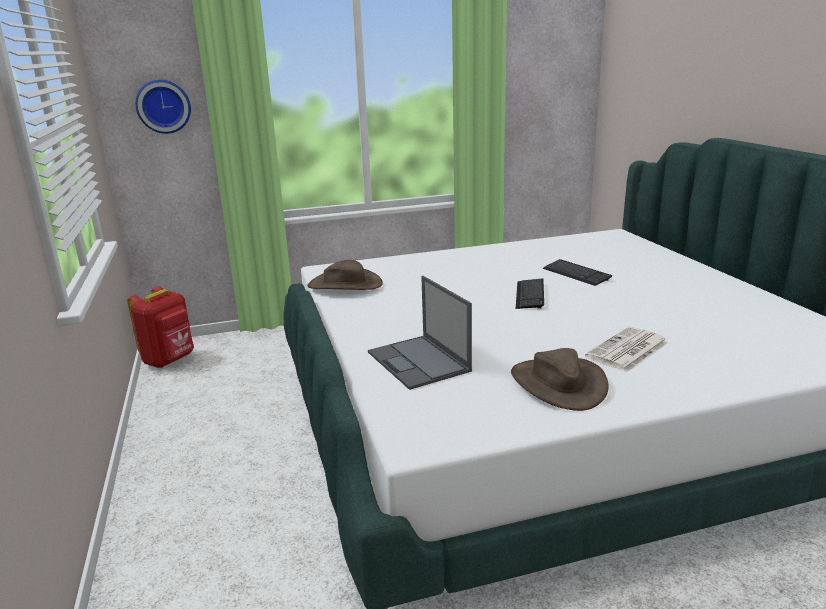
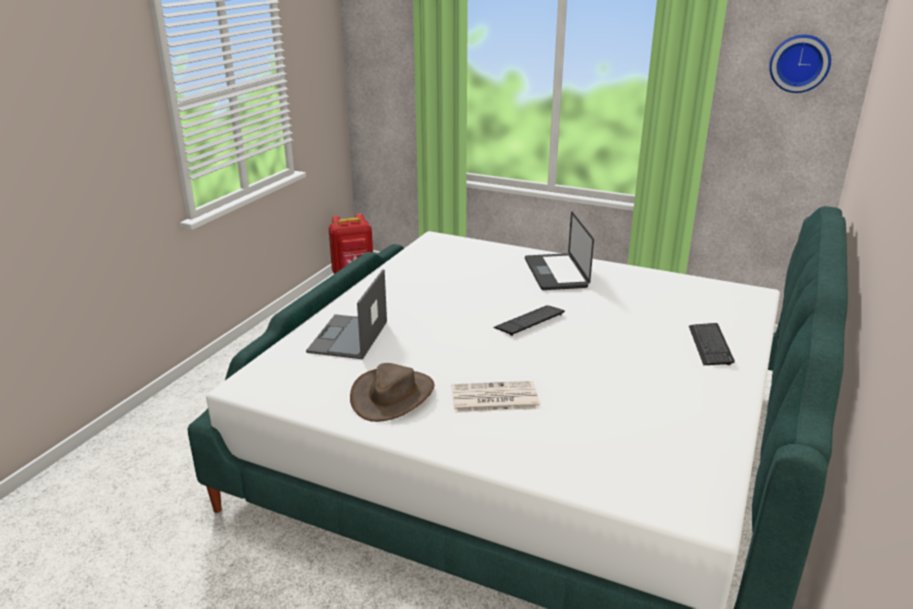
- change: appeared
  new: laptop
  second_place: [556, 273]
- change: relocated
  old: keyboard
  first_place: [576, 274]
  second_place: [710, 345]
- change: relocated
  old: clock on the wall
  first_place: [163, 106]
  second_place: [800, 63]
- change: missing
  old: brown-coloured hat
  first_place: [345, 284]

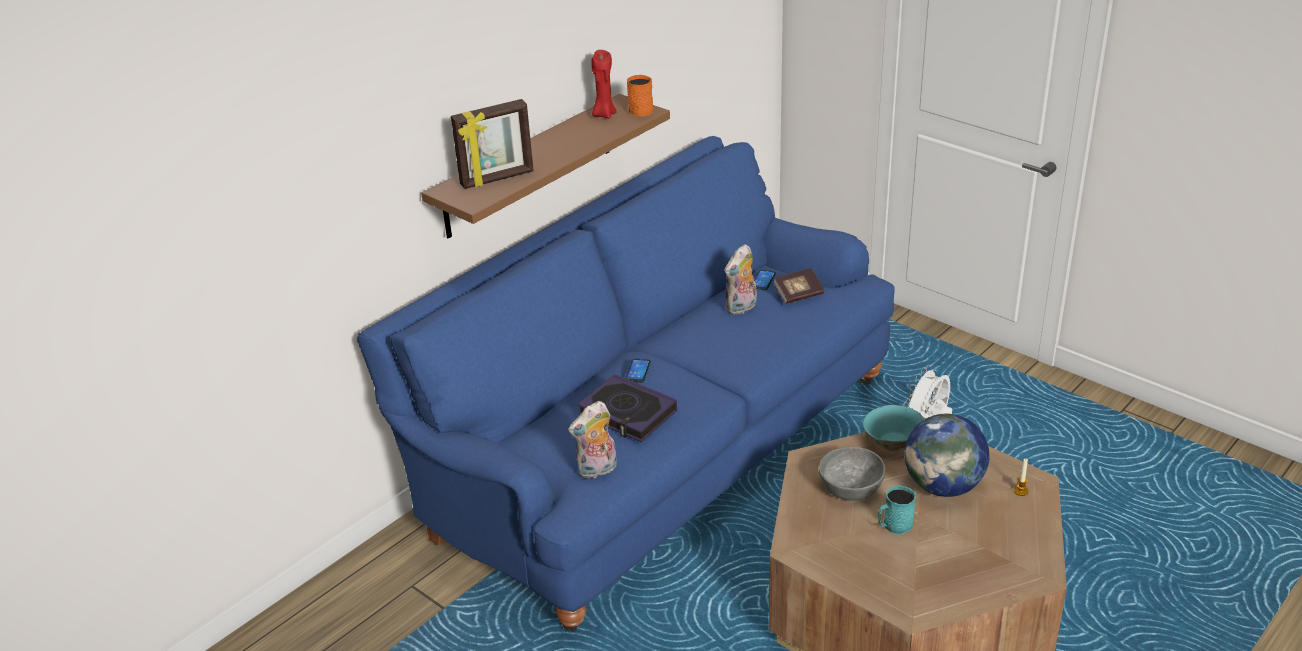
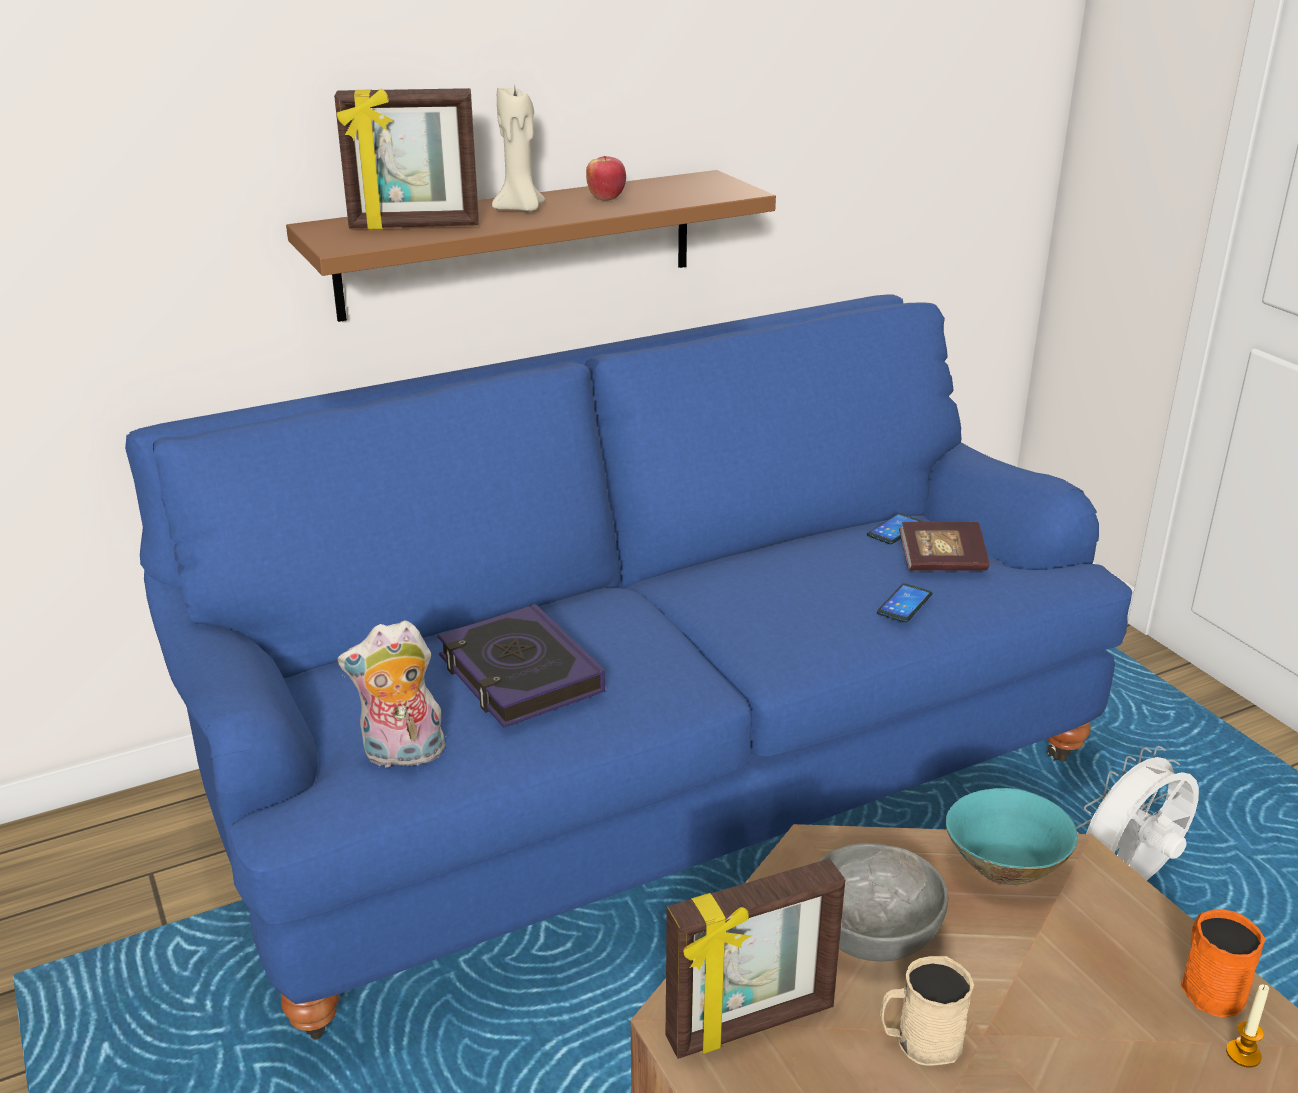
- change: appeared
  new: sand-coloured wax candle
  second_place: [521, 209]
- change: appeared
  new: apple fruit
  second_place: [606, 198]
- change: appeared
  new: picture frame
  second_place: [751, 1025]
- change: relocated
  old: phone
  first_place: [638, 371]
  second_place: [904, 604]
- change: colour
  old: turquoise tea mug
  new: sand-coloured tea mug
  first_place: [894, 526]
  second_place: [920, 1041]
- change: relocated
  old: orange tea mug
  first_place: [638, 109]
  second_place: [1208, 985]
- change: missing
  old: reddish wax candle
  first_place: [604, 115]
- change: missing
  old: cuddly toy
  first_place: [741, 308]
- change: missing
  old: globe
  first_place: [943, 486]

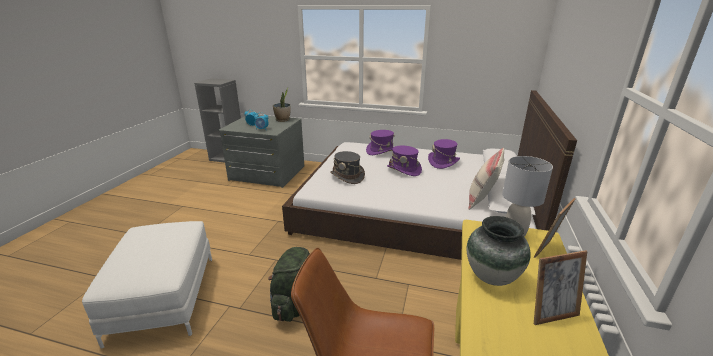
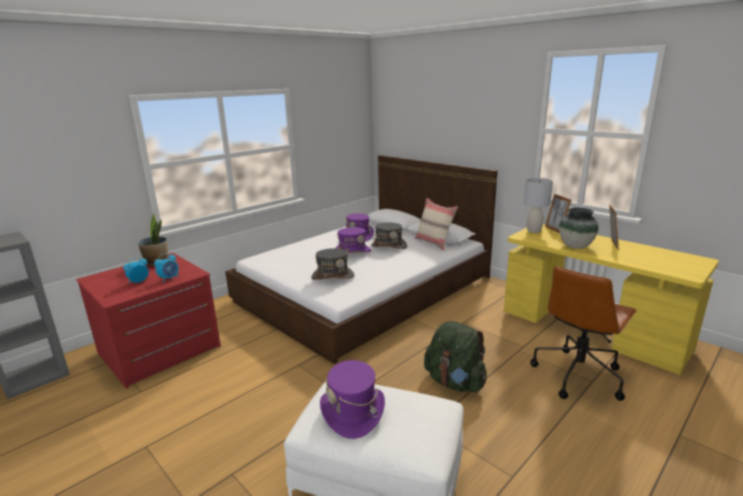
- change: colour
  old: grey dresser
  new: reddish dresser
  first_place: [267, 173]
  second_place: [160, 350]
- change: relocated
  old: purple-coloured hat
  first_place: [381, 151]
  second_place: [353, 412]
- change: appeared
  new: grey hat
  second_place: [389, 246]

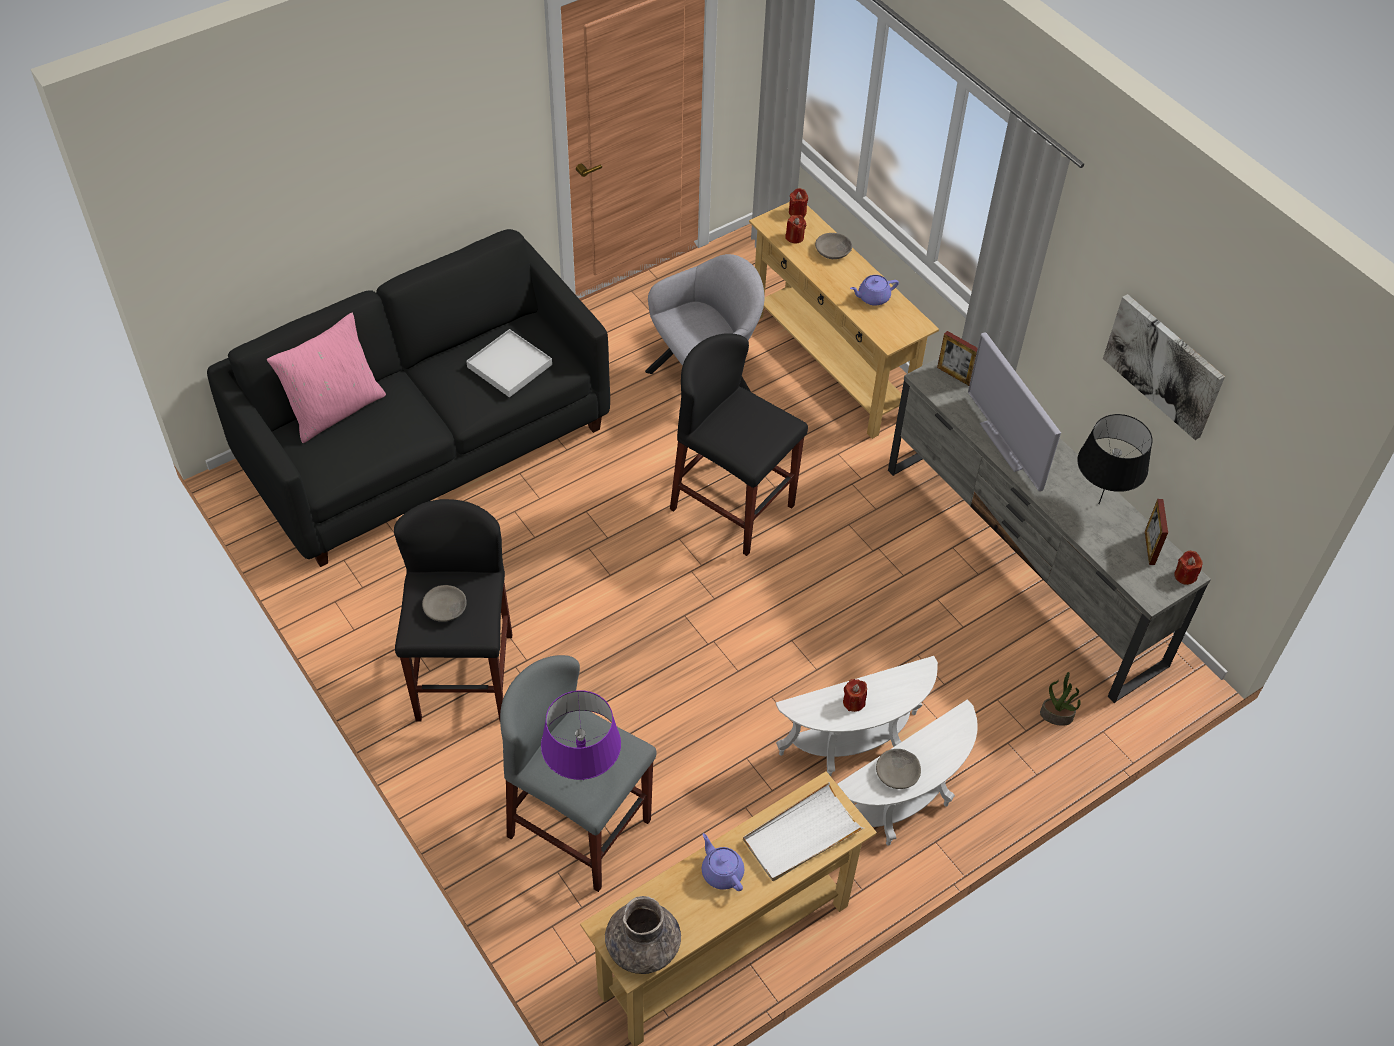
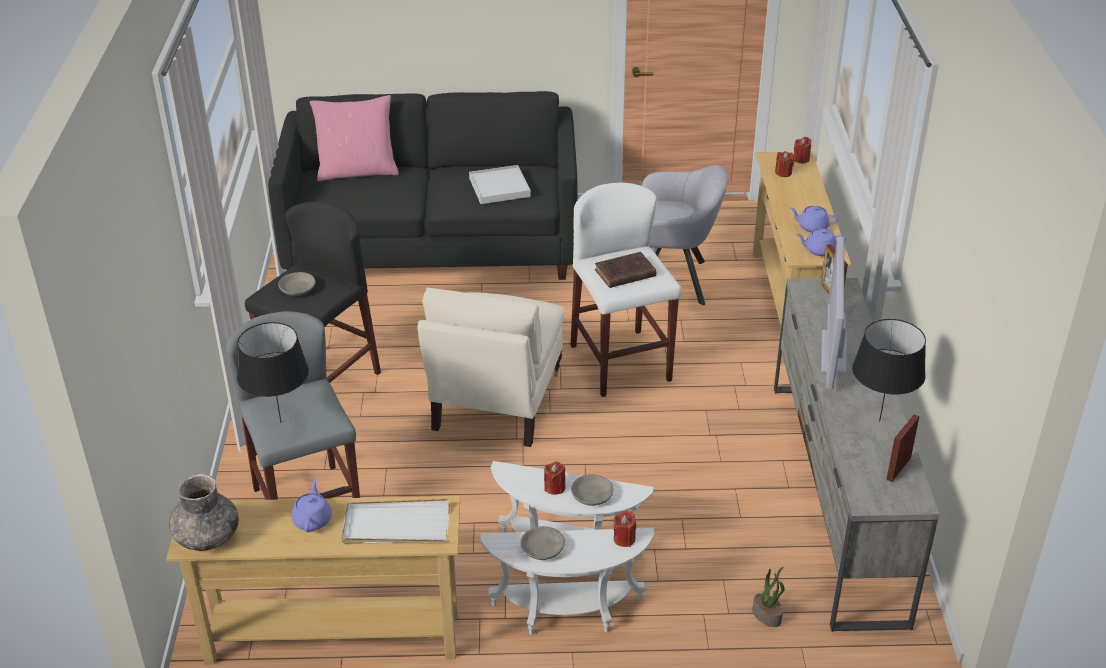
- change: colour
  old: purple-coloured lamp for a table
  new: blackish lamp for a table
  first_place: [583, 780]
  second_place: [280, 422]
- change: appeared
  new: sand-coloured armchair
  second_place: [495, 403]
- change: colour
  old: blackish sitting stool
  new: white sitting stool
  first_place: [732, 507]
  second_place: [620, 363]
- change: relocated
  old: grey serving bowl
  first_place: [833, 251]
  second_place: [592, 496]
- change: appeared
  new: brown-coloured book
  second_place: [623, 273]
- change: relocated
  old: reddish wax candle
  first_place: [1185, 576]
  second_place: [624, 539]
- change: appeared
  new: purple-coloured pot for tea
  second_place: [819, 250]
- change: missing
  old: wall picture
  first_place: [1164, 365]

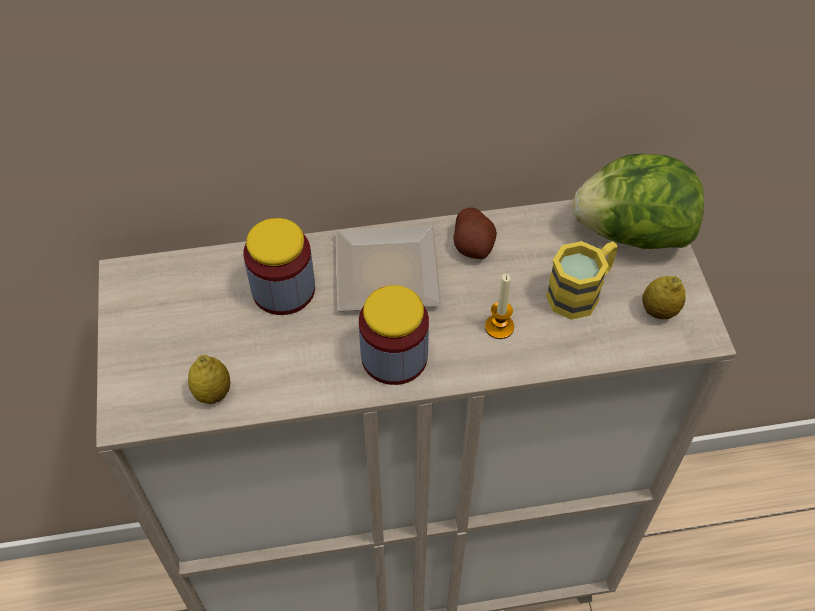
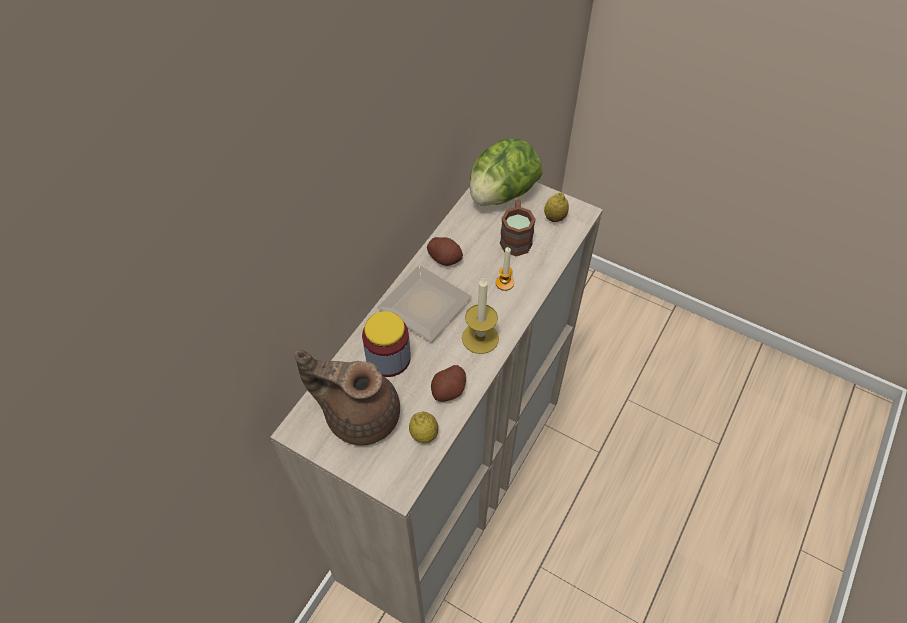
- change: appeared
  new: brown-coloured pot for tea
  second_place: [359, 414]
- change: appeared
  new: whole potato
  second_place: [448, 390]
- change: exchanged
  old: preserve jar
  new: wax candle
  first_place: [394, 357]
  second_place: [480, 338]
- change: colour
  old: yellow tea mug
  new: brown-coloured tea mug
  first_place: [581, 292]
  second_place: [516, 237]

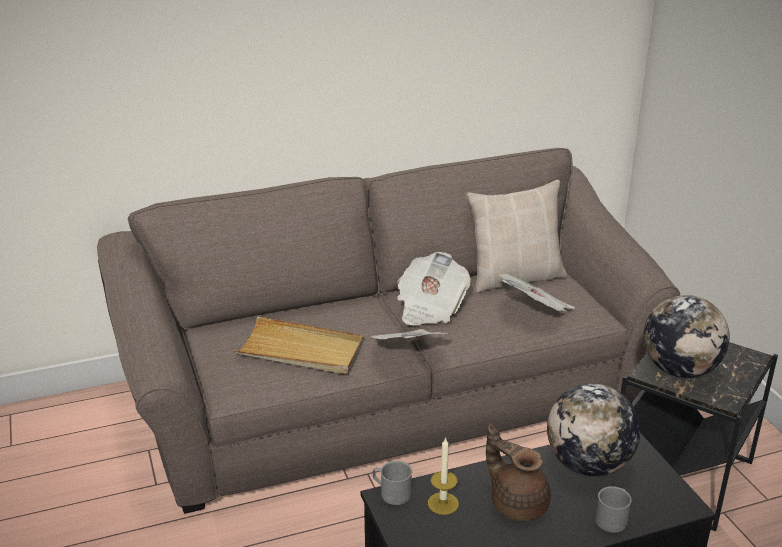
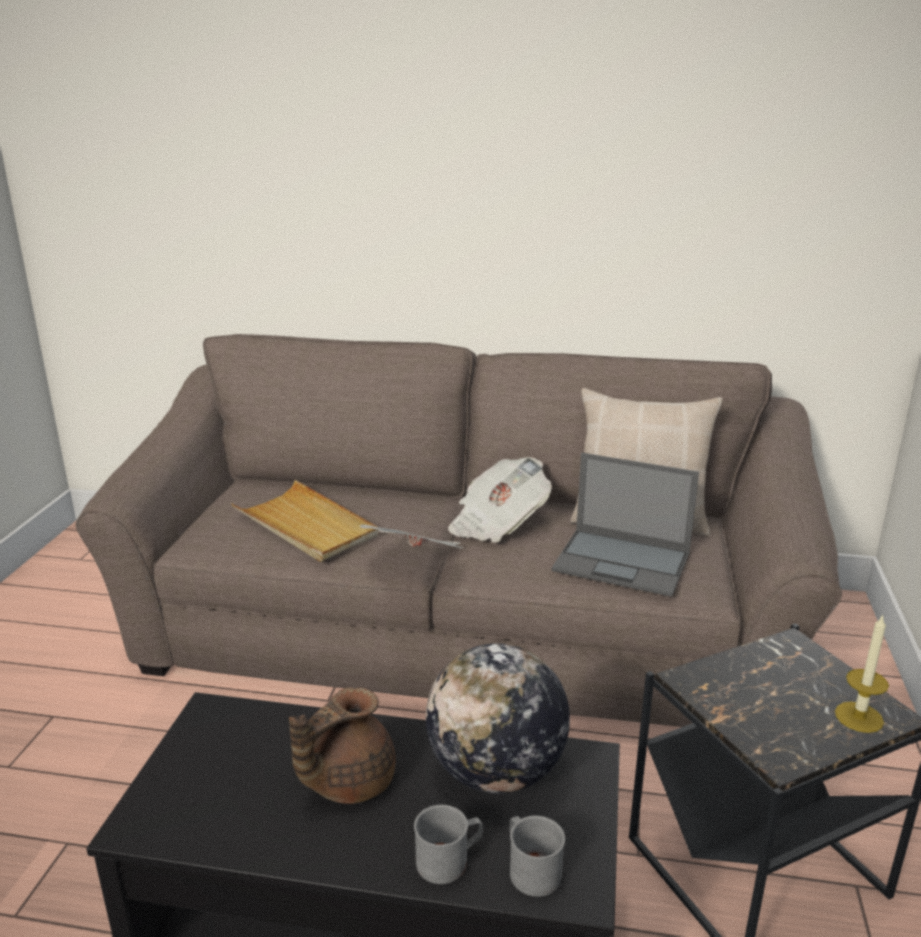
- change: spun
  old: brown-coloured pot for tea
  first_place: [517, 503]
  second_place: [347, 782]
  degrees: -120
- change: relocated
  old: grey tea mug
  first_place: [391, 492]
  second_place: [530, 868]
- change: exchanged
  old: newspaper
  new: laptop
  first_place: [536, 311]
  second_place: [623, 562]
- change: relocated
  old: wax candle
  first_place: [443, 503]
  second_place: [859, 717]
- change: missing
  old: globe
  first_place: [680, 370]

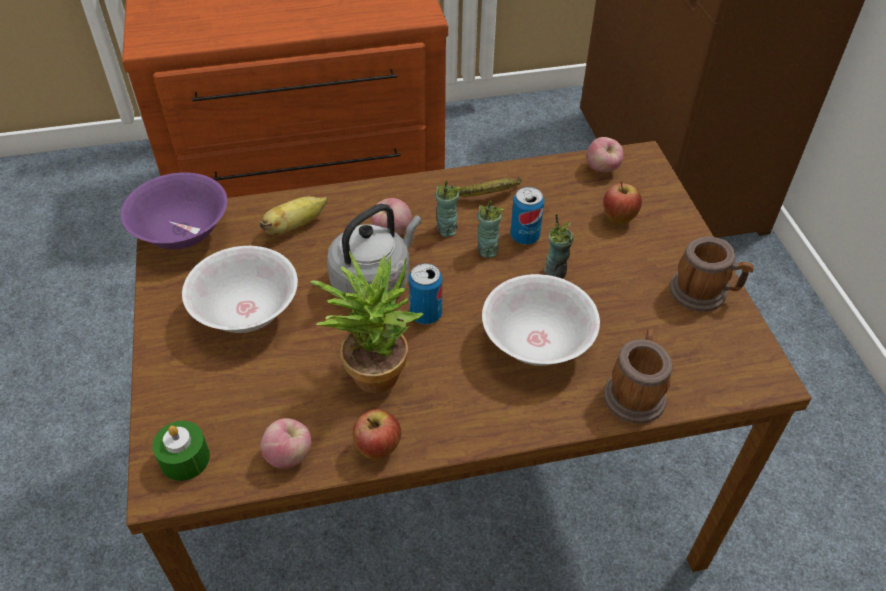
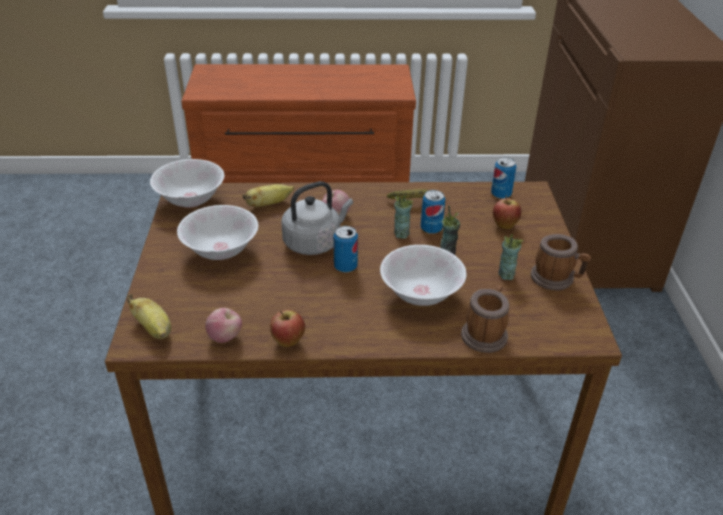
- change: exchanged
  old: greenish wax candle
  new: whole banana
  first_place: [185, 459]
  second_place: [154, 329]
- change: colour
  old: purple-coloured serving bowl
  new: white serving bowl
  first_place: [182, 234]
  second_place: [190, 200]
- change: exchanged
  old: apple fruit
  new: can
  first_place: [602, 169]
  second_place: [501, 194]
- change: relocated
  old: drinking cup
  first_place: [446, 229]
  second_place: [506, 274]
- change: missing
  old: houseplant
  first_place: [373, 367]

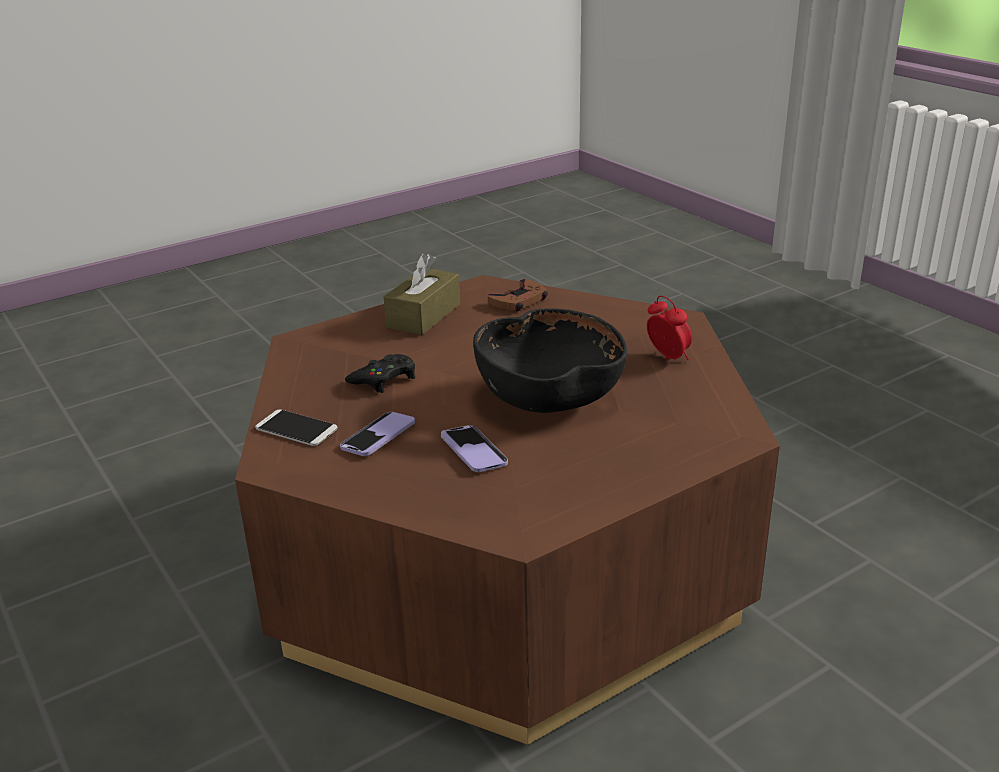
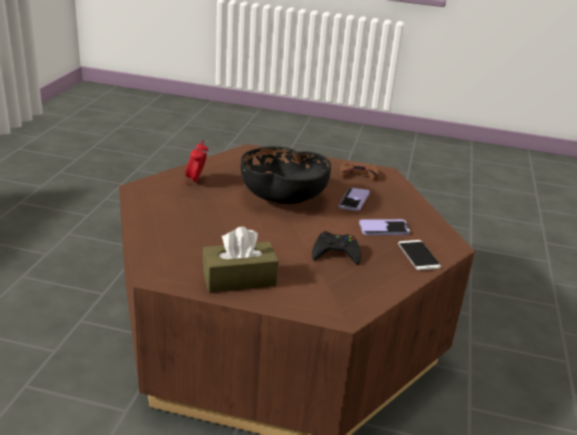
- change: relocated
  old: brown-coloured joypad
  first_place: [519, 301]
  second_place: [358, 174]

